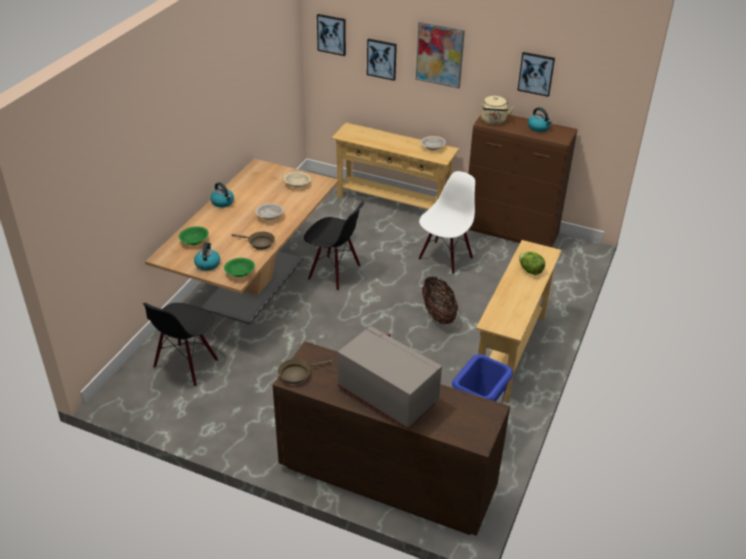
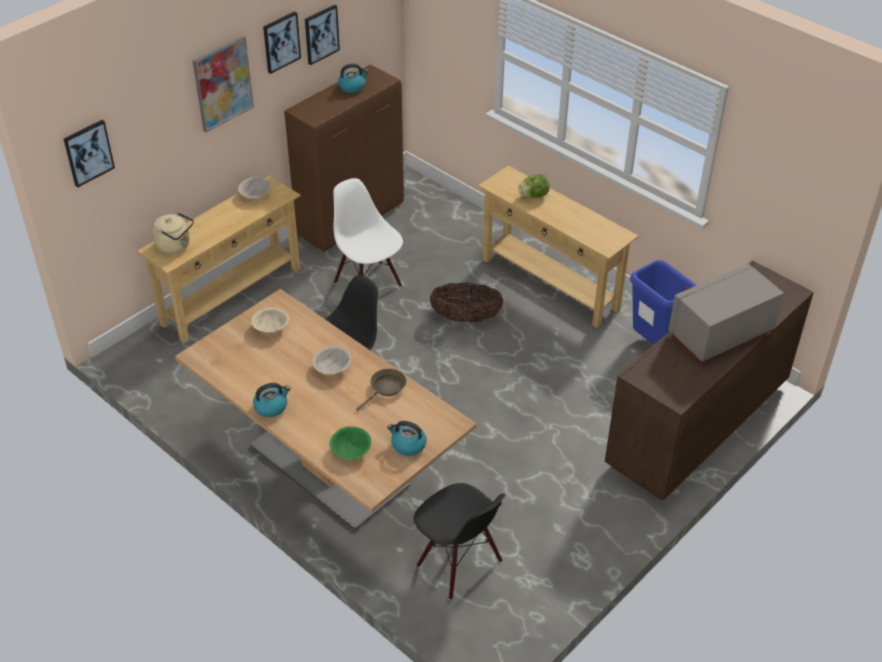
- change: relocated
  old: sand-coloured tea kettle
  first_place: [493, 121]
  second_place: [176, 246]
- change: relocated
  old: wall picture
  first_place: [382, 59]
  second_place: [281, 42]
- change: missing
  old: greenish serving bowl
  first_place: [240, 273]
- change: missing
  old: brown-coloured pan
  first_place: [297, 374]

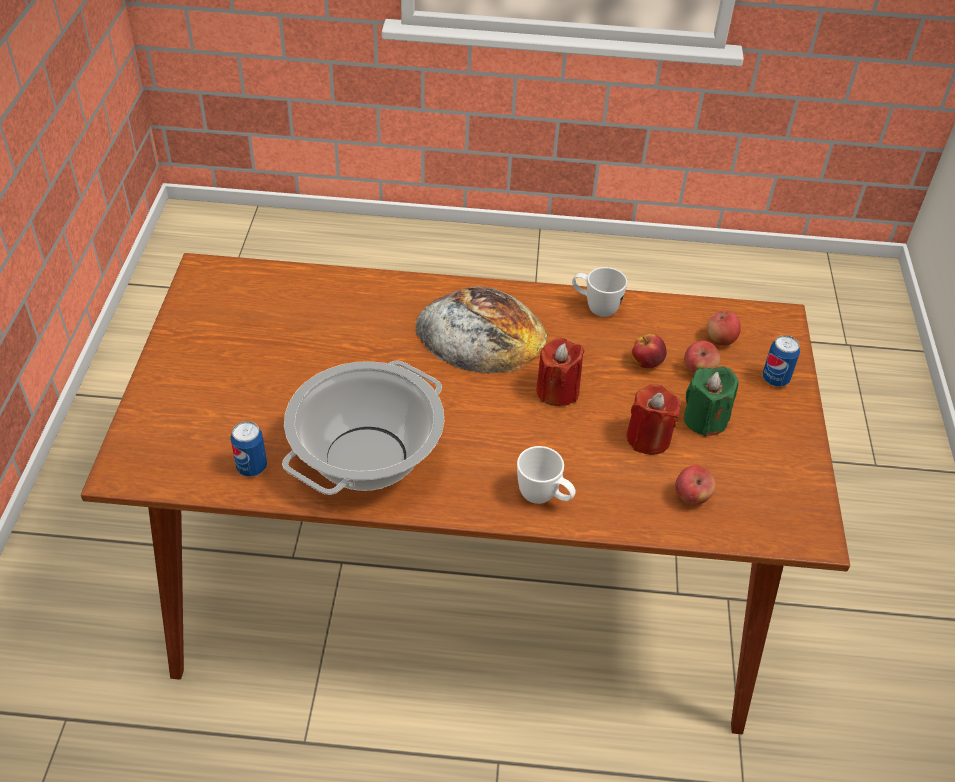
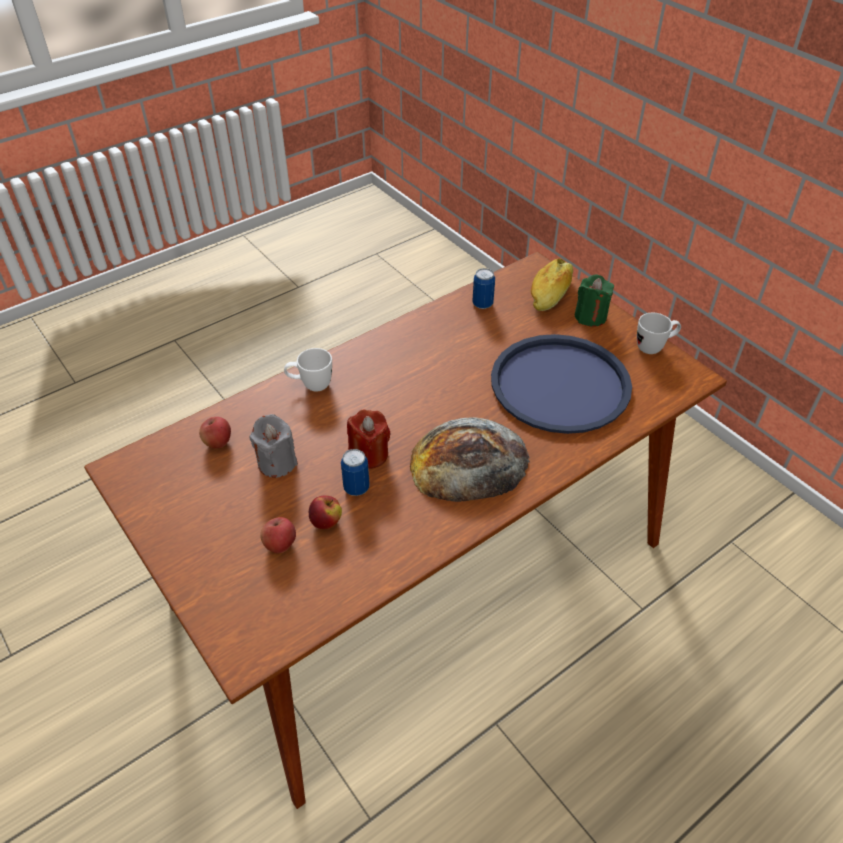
- change: colour
  old: reddish wax candle
  new: grey wax candle
  first_place: [648, 438]
  second_place: [277, 463]
- change: relocated
  old: can
  first_place: [775, 379]
  second_place: [356, 488]
- change: appeared
  new: blue tray
  second_place: [560, 385]
- change: appeared
  new: baked bread
  second_place: [550, 294]
- change: relocated
  old: greenish wax candle
  first_place: [705, 419]
  second_place: [590, 316]
- change: relocated
  old: white tea mug
  first_place: [595, 307]
  second_place: [654, 347]
- change: missing
  old: saucepot
  first_place: [366, 457]
- change: missing
  old: apple fruit
  first_place: [720, 339]

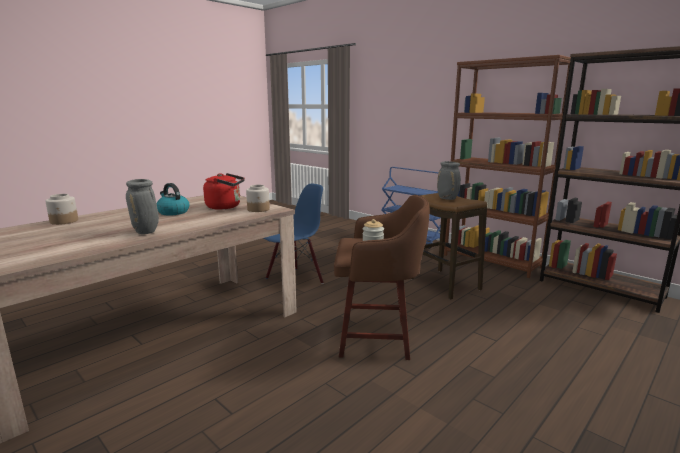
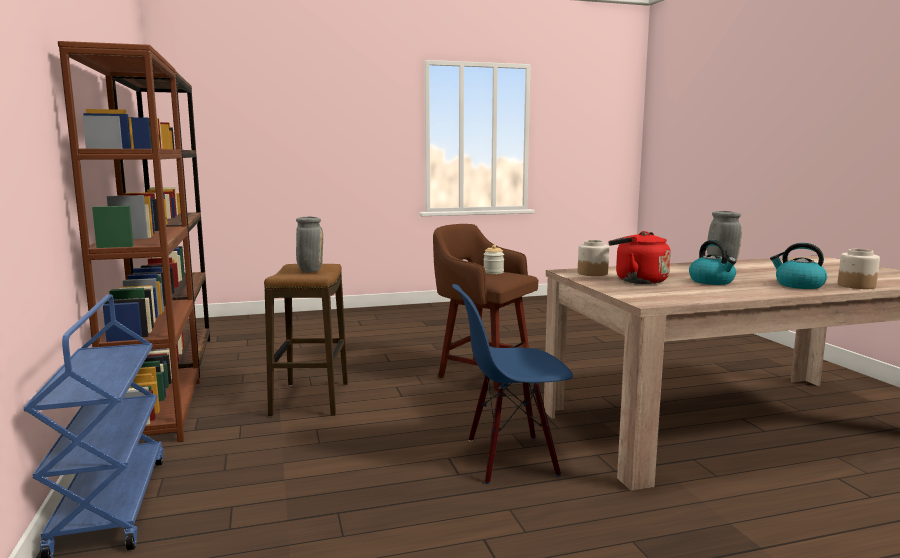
- change: appeared
  new: tea kettle
  second_place: [798, 285]

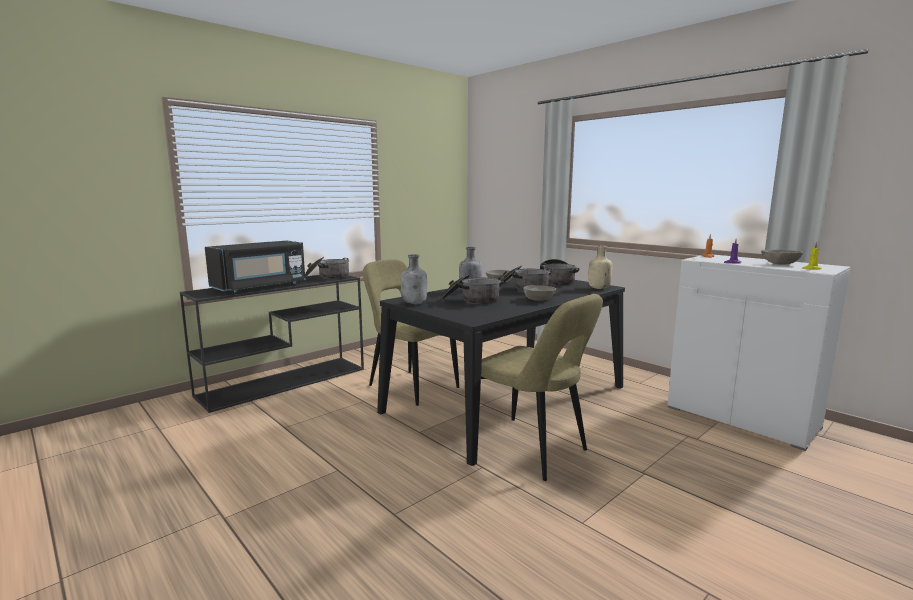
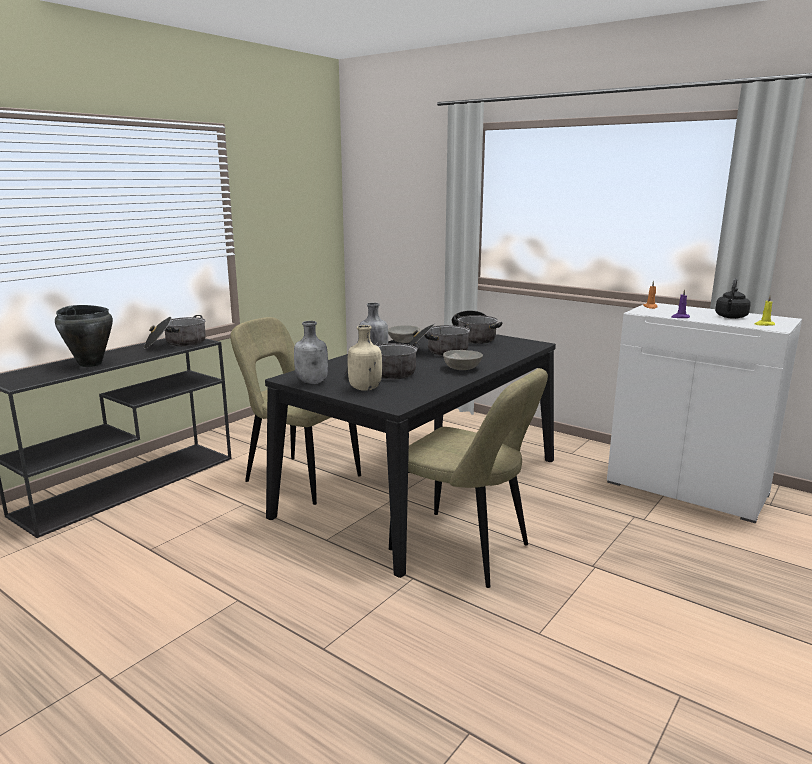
- change: exchanged
  old: blackish kitchen microwave
  new: blackish saucepot
  first_place: [260, 286]
  second_place: [90, 364]
- change: relocated
  old: sand-coloured beverage bottle
  first_place: [598, 288]
  second_place: [364, 388]
- change: exchanged
  old: grey serving bowl
  new: blackish tea kettle
  first_place: [780, 264]
  second_place: [730, 317]

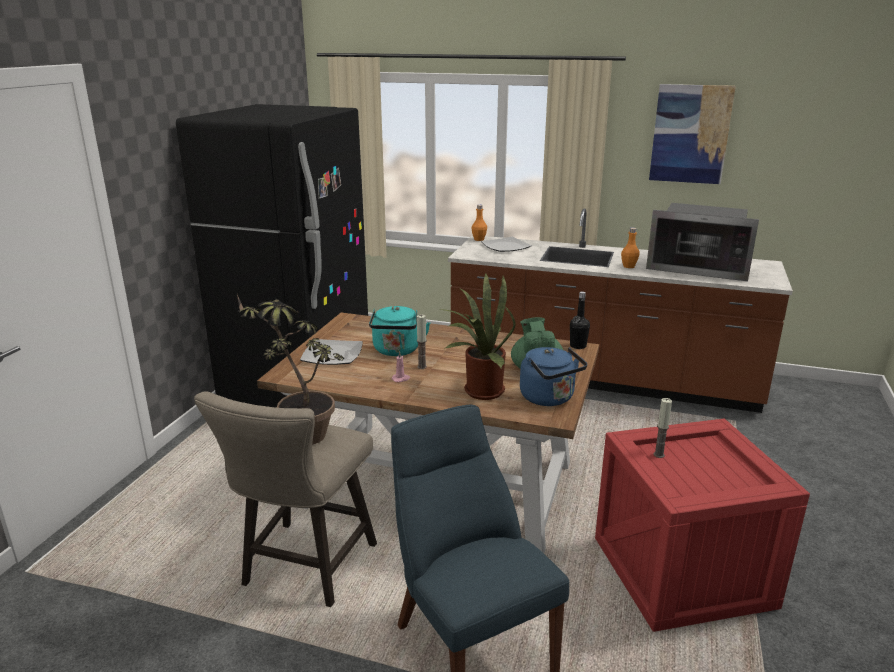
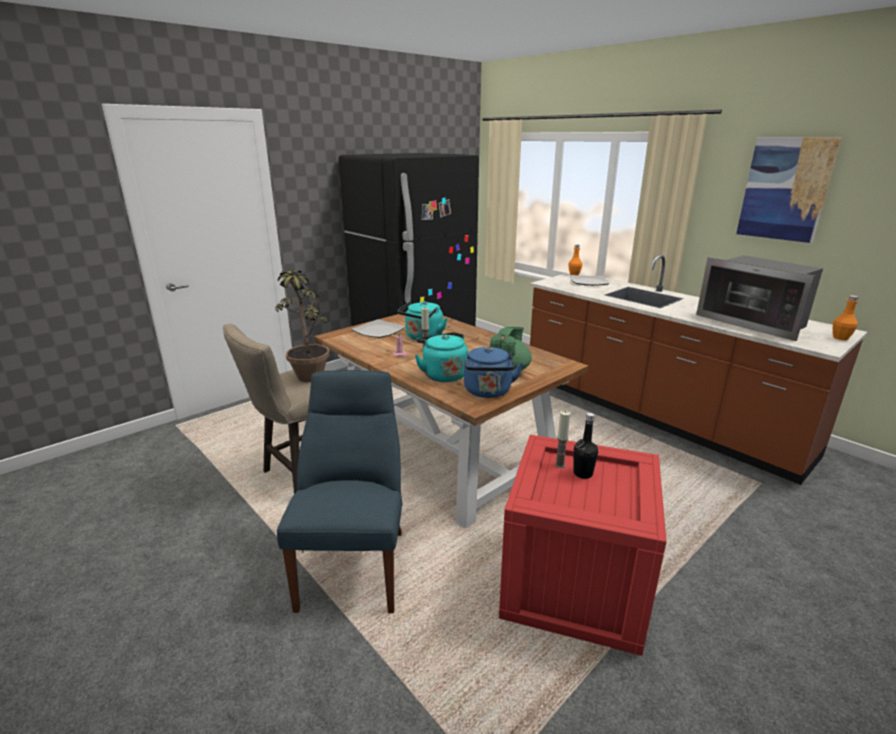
- change: exchanged
  old: houseplant
  new: turquoise tea kettle
  first_place: [479, 391]
  second_place: [443, 374]
- change: relocated
  old: blackish beverage bottle
  first_place: [578, 346]
  second_place: [583, 473]
- change: relocated
  old: orange beverage bottle
  first_place: [629, 266]
  second_place: [840, 338]

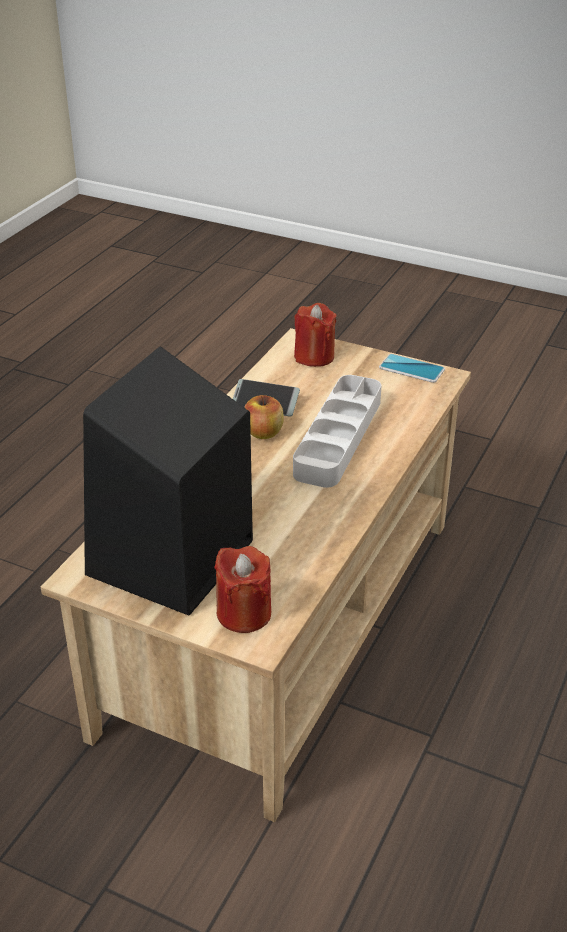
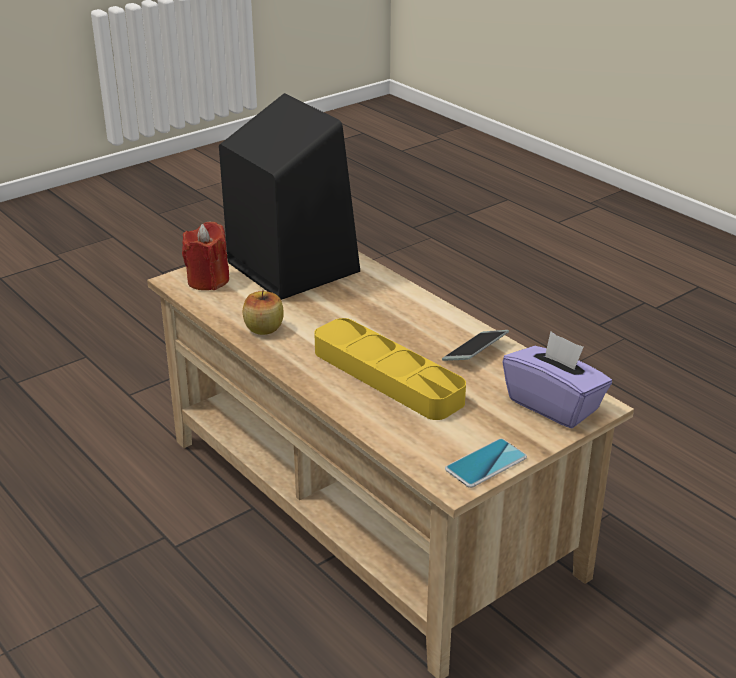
- change: relocated
  old: apple fruit
  first_place: [263, 433]
  second_place: [263, 329]
- change: colour
  old: grey tray
  new: yellow tray
  first_place: [338, 437]
  second_place: [387, 376]
- change: exchanged
  old: reddish wax candle
  new: purple-coloured box of tissues
  first_place: [314, 356]
  second_place: [554, 405]

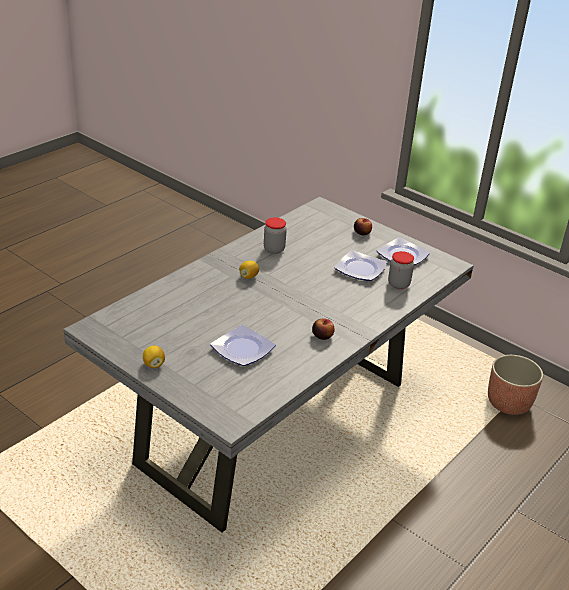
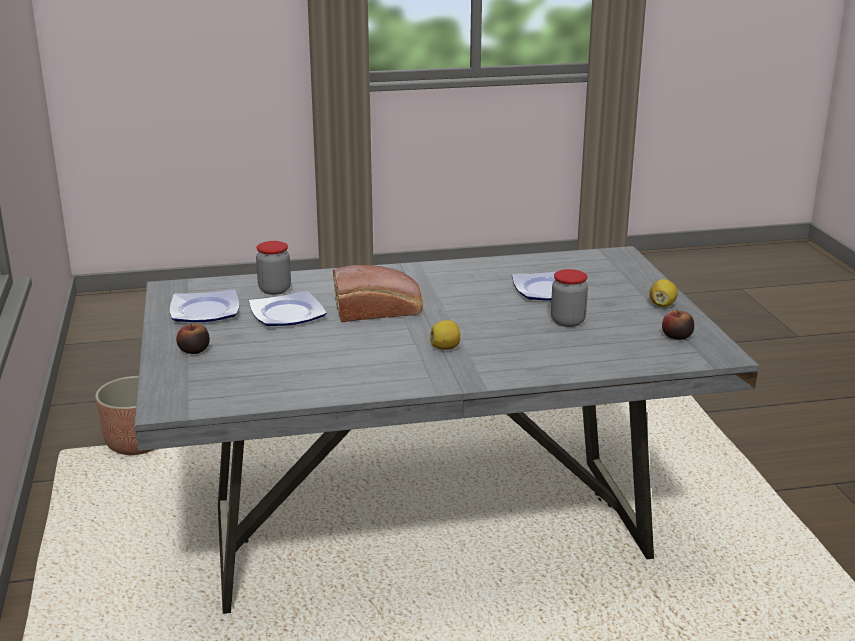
- change: appeared
  new: baked bread
  second_place: [379, 311]
- change: relocated
  old: preserve jar
  first_place: [274, 249]
  second_place: [567, 321]
- change: relocated
  old: apple fruit
  first_place: [322, 335]
  second_place: [676, 336]

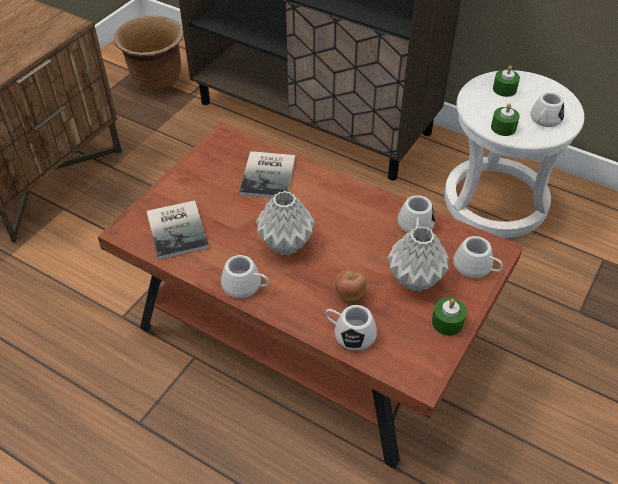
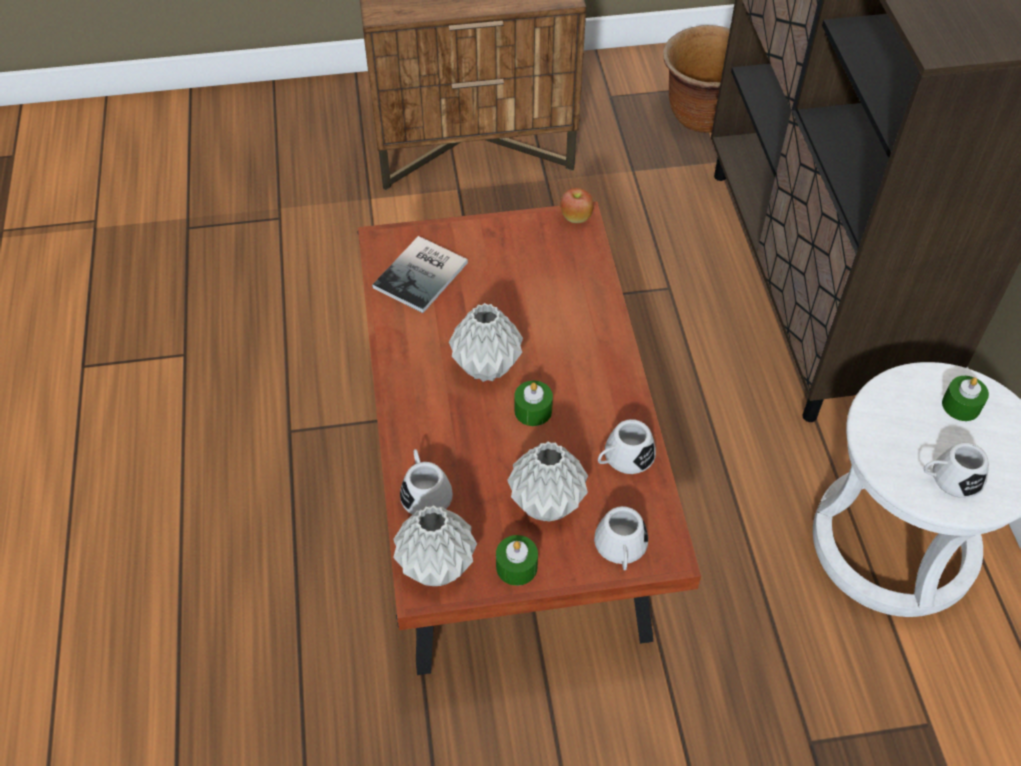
- change: appeared
  new: grey flower vase
  second_place: [438, 566]
- change: relocated
  old: greenish wax candle
  first_place: [503, 127]
  second_place: [533, 410]
- change: relocated
  old: apple fruit
  first_place: [349, 294]
  second_place: [576, 217]
- change: missing
  old: white tea mug
  first_place: [246, 286]
- change: missing
  old: book
  first_place: [270, 175]

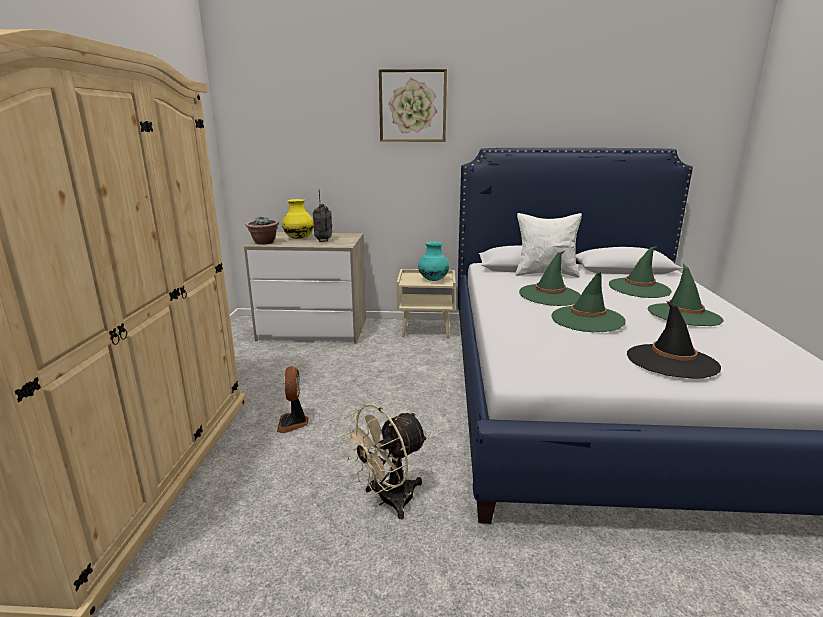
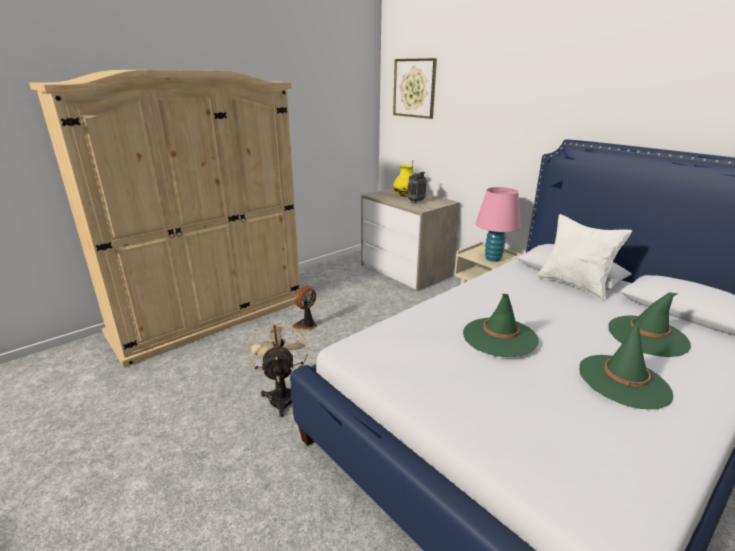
- change: spun
  old: sand-coloured fan
  first_place: [388, 500]
  second_place: [282, 395]
  degrees: 75
- change: relocated
  old: wall picture
  first_place: [412, 106]
  second_place: [414, 88]
- change: exchanged
  old: turquoise flower vase
  new: pink-coloured lamp for a table
  first_place: [433, 280]
  second_place: [493, 259]
- change: missing
  old: houseplant
  first_place: [264, 242]
- change: missing
  old: greenish hat
  first_place: [550, 295]
- change: missing
  old: blackish hat
  first_place: [671, 361]

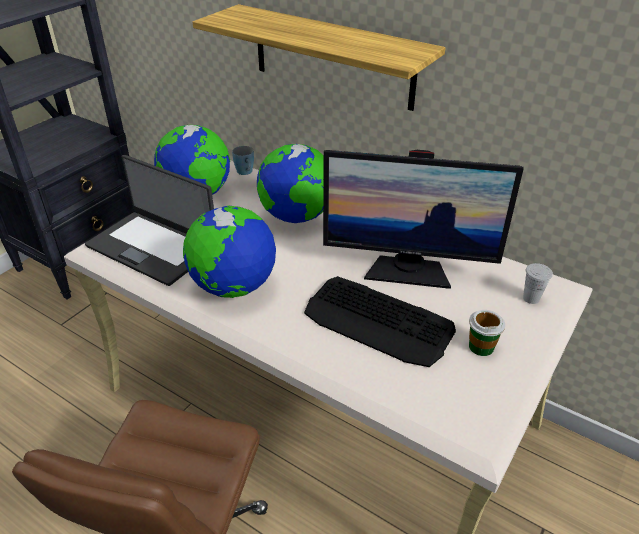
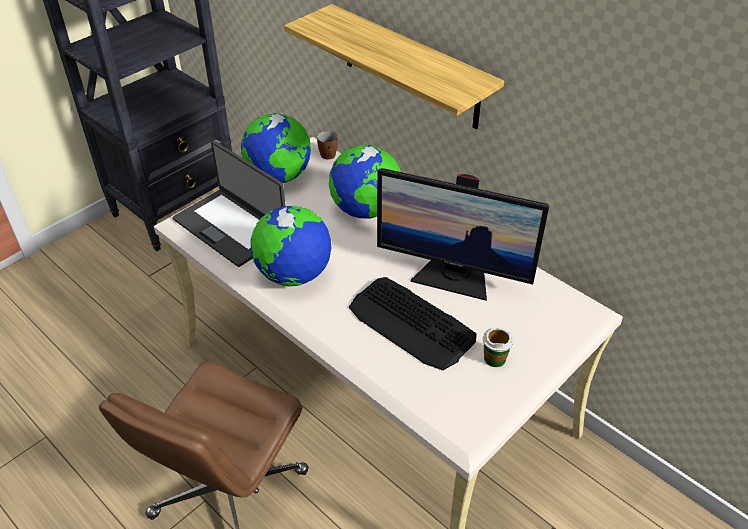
- change: colour
  old: blue tea mug
  new: brown-coloured tea mug
  first_place: [246, 173]
  second_place: [329, 157]
- change: missing
  old: white drinking cup
  first_place: [531, 298]

